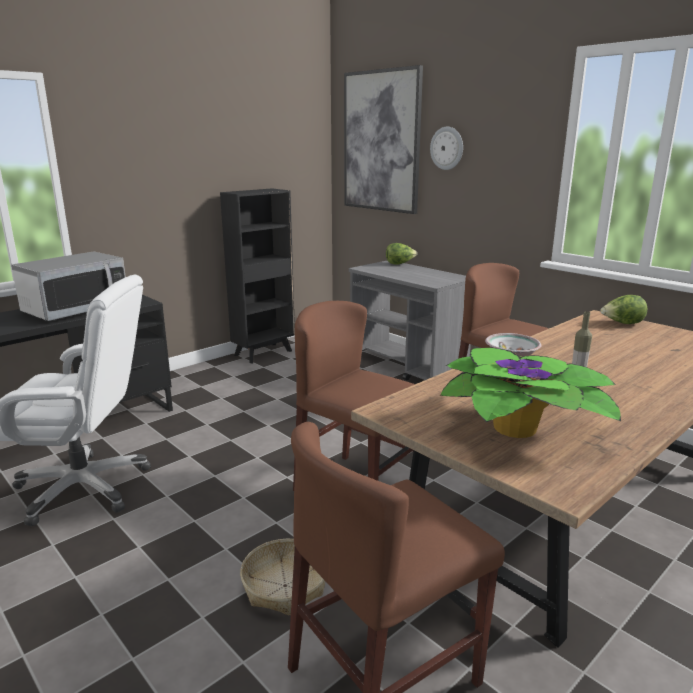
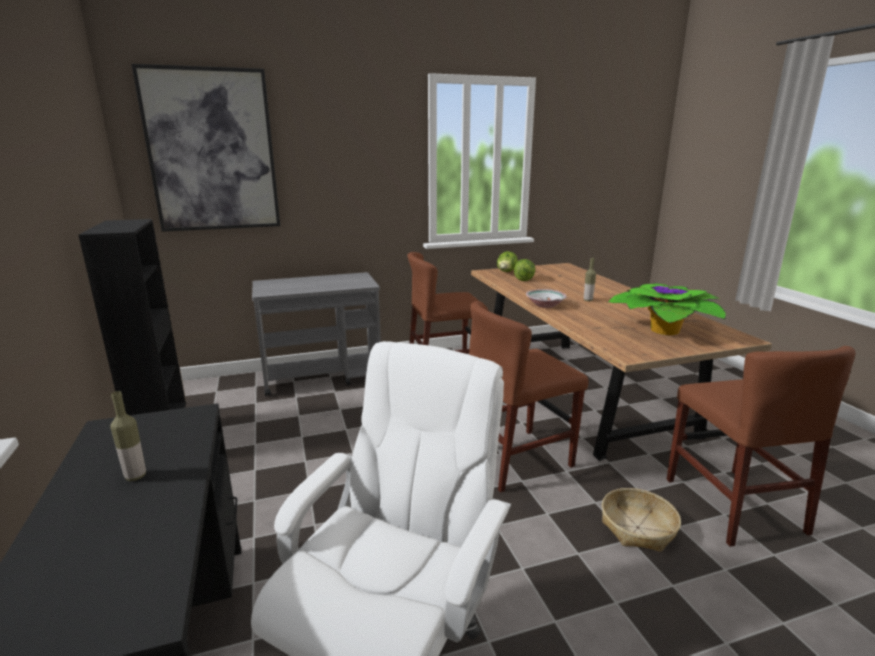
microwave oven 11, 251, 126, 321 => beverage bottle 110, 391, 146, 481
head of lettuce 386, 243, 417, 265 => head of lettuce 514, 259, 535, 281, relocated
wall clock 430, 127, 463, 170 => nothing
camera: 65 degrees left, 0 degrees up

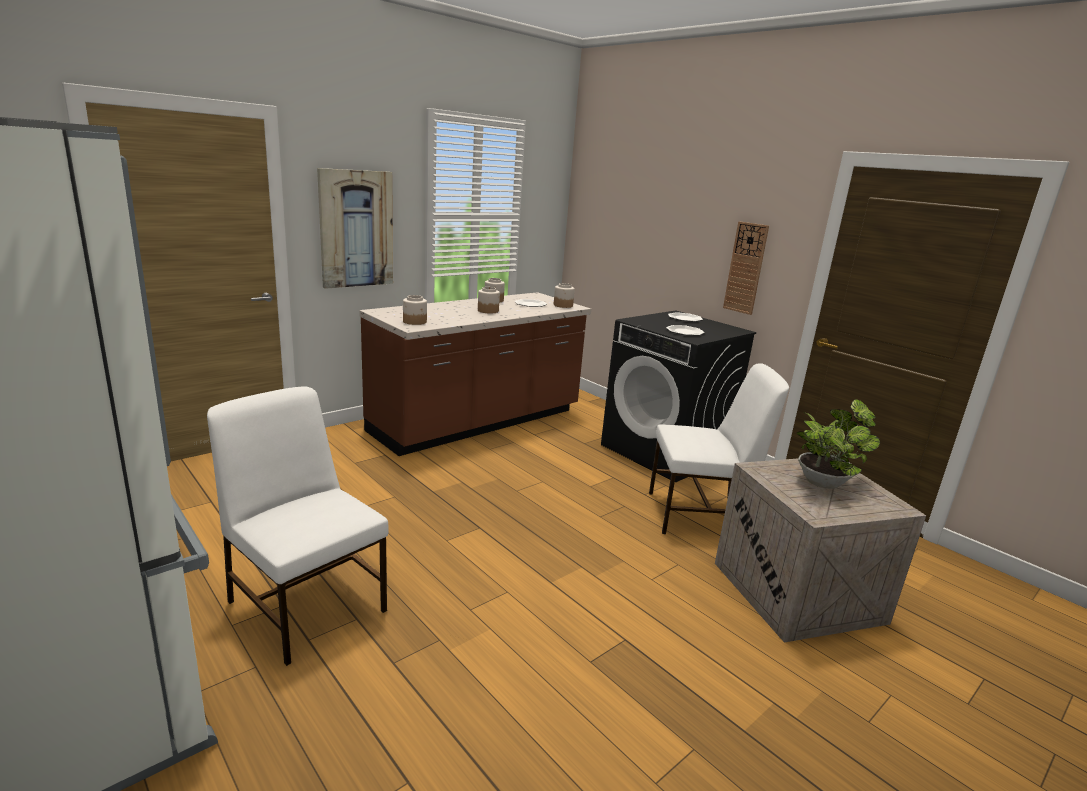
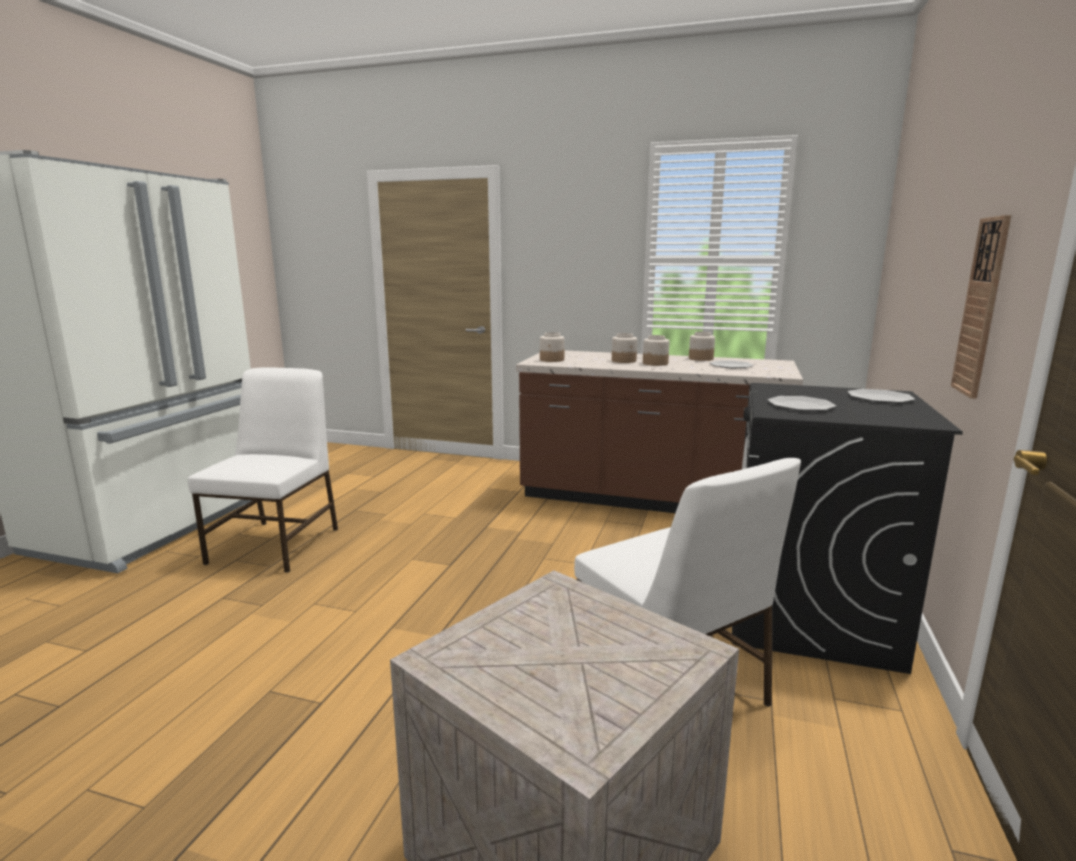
preserve jar 554, 283, 575, 308 => preserve jar 612, 333, 637, 363, relocated
wall art 317, 168, 393, 289 => nothing
potted plant 797, 399, 880, 489 => nothing
camera: 60 degrees right, 5 degrees down

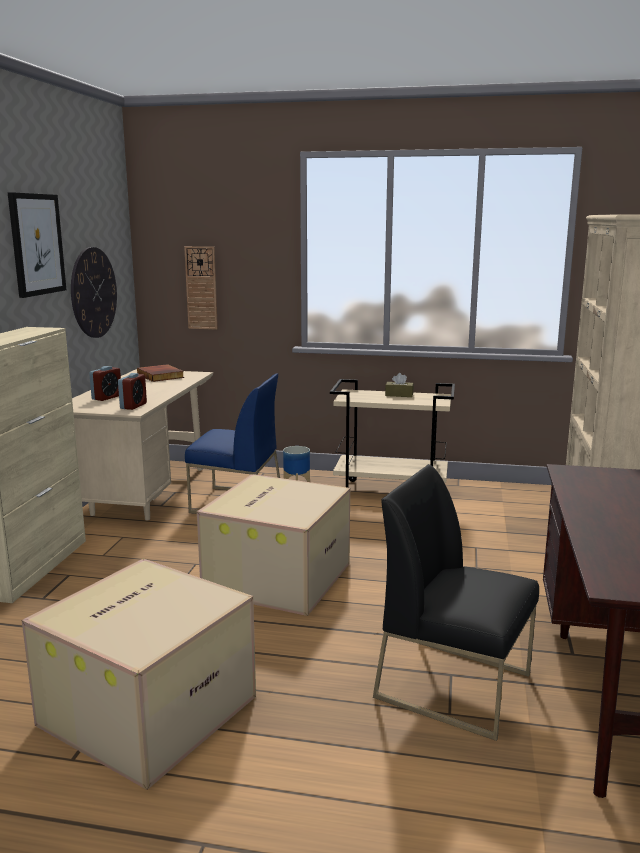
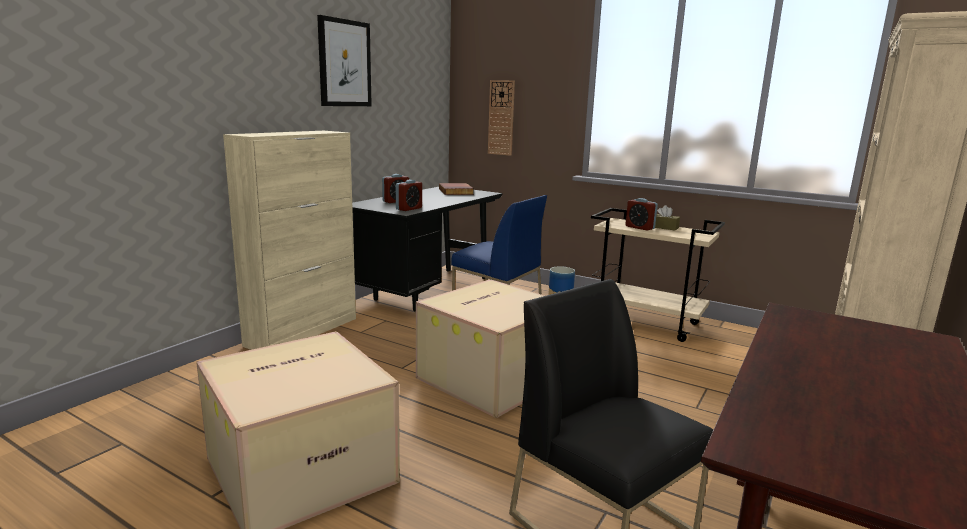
desk table in beige-coloured 72, 369, 213, 521 => desk table in black-coloured 352, 187, 503, 311
nothing => table clock 626, 198, 658, 231
wall clock 71, 247, 117, 338 => nothing
camera: 20 degrees right, 0 degrees up

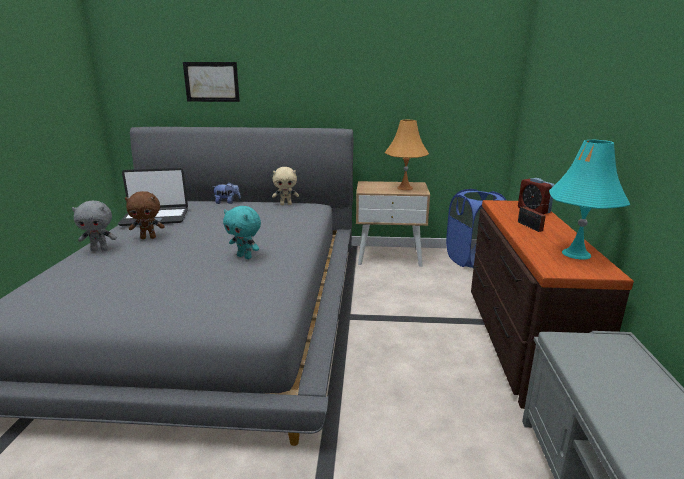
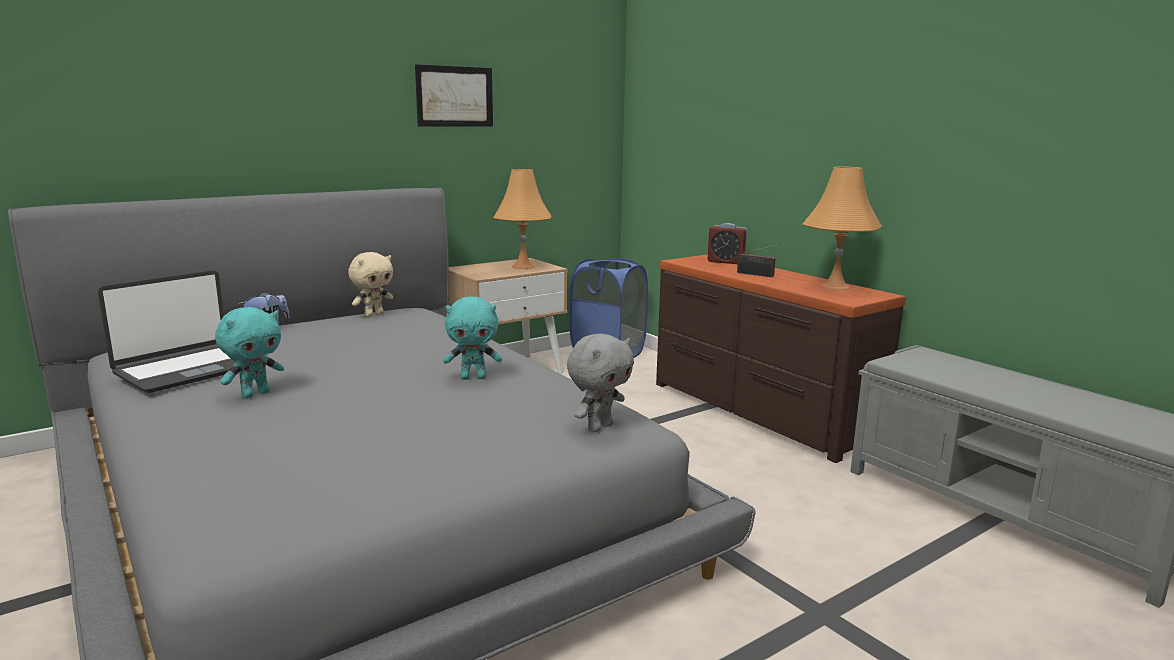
cuddly toy in brown-coloured 125, 191, 165, 239 => cuddly toy in turquoise-coloured 215, 307, 284, 398
wall art 183, 62, 240, 102 => wall art 415, 64, 493, 127, relocated
cuddly toy in greyish 72, 200, 117, 251 => cuddly toy in greyish 567, 334, 634, 432, relocated
lamp for a table in turquoise-coloured 549, 140, 631, 260 => lamp for a table in orangey 802, 167, 882, 291
camera: 40 degrees left, 5 degrees down

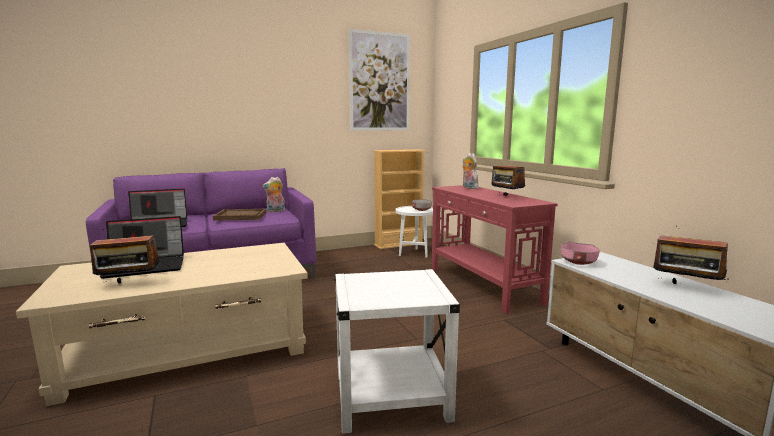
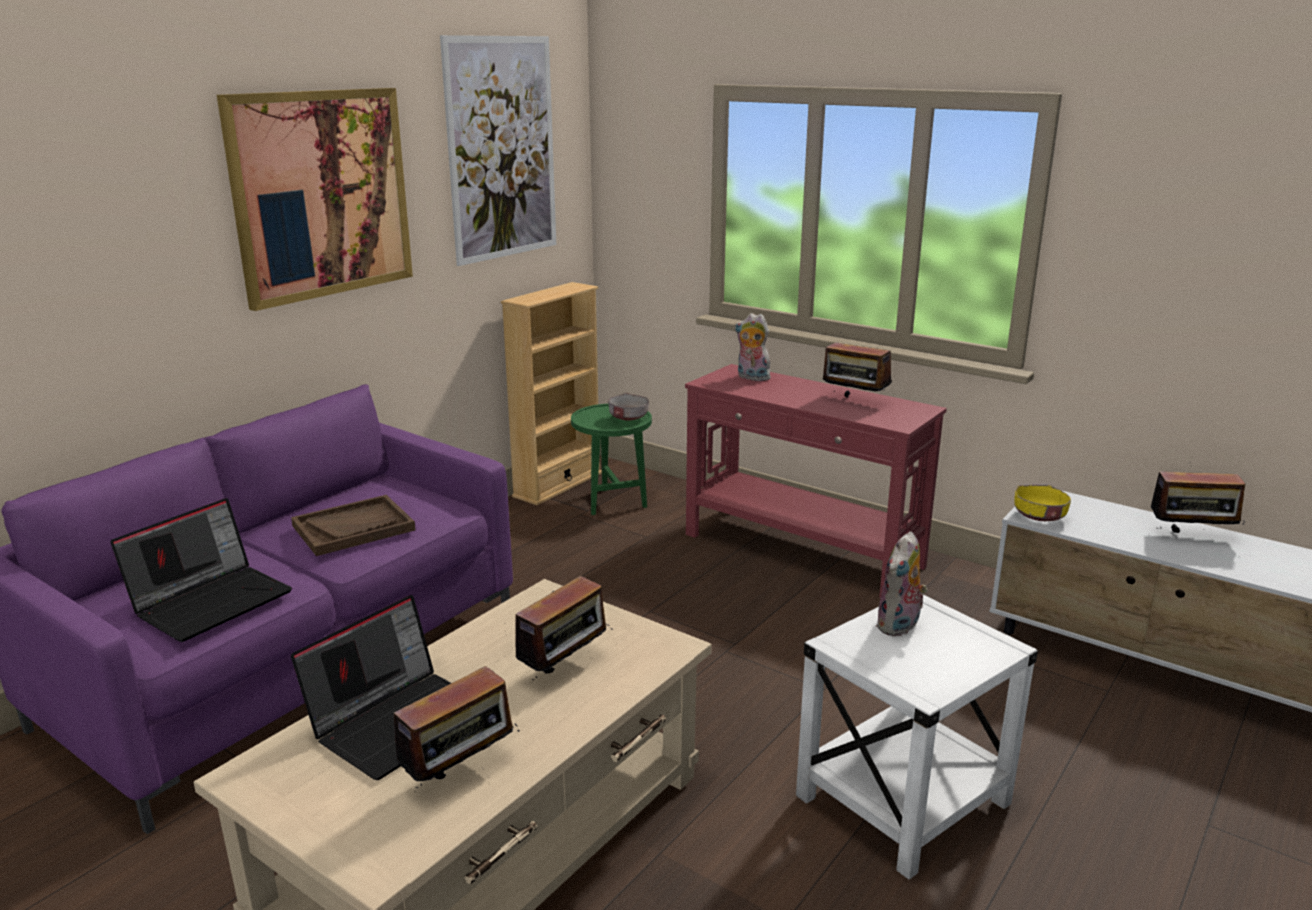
nothing => wall art 217, 88, 413, 311
nothing => radio set 515, 576, 613, 680
end table in white-coloured 395, 206, 433, 258 => end table in green-coloured 571, 404, 652, 515
cuddly toy 262, 177, 285, 212 => cuddly toy 876, 531, 928, 637, relocated
serving bowl in pink 561, 241, 600, 265 => serving bowl in yellowish 1014, 485, 1071, 521
camera: 30 degrees left, 10 degrees up

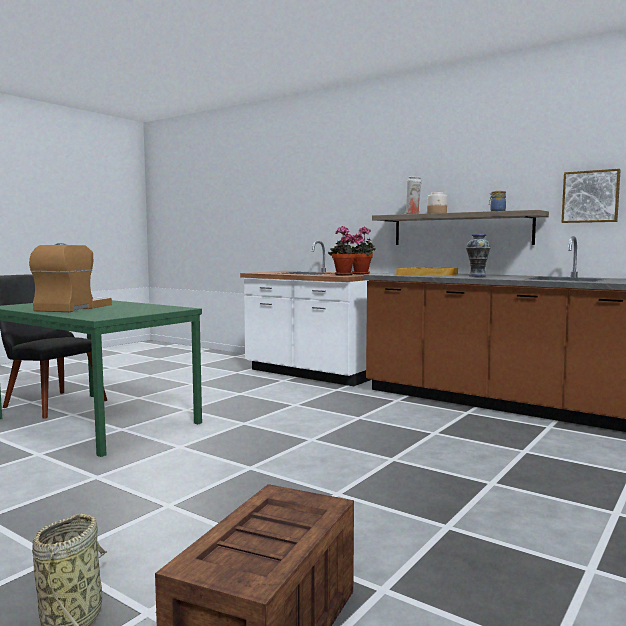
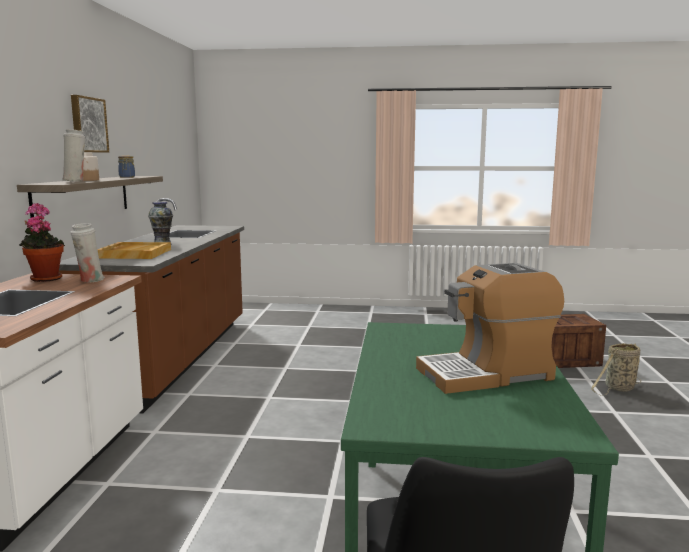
wall art 561, 169, 621, 223 => wall art 71, 95, 109, 152, relocated
potted plant 328, 226, 359, 275 => decorative vase in white-coloured 71, 223, 104, 282
camera: 120 degrees left, 5 degrees up

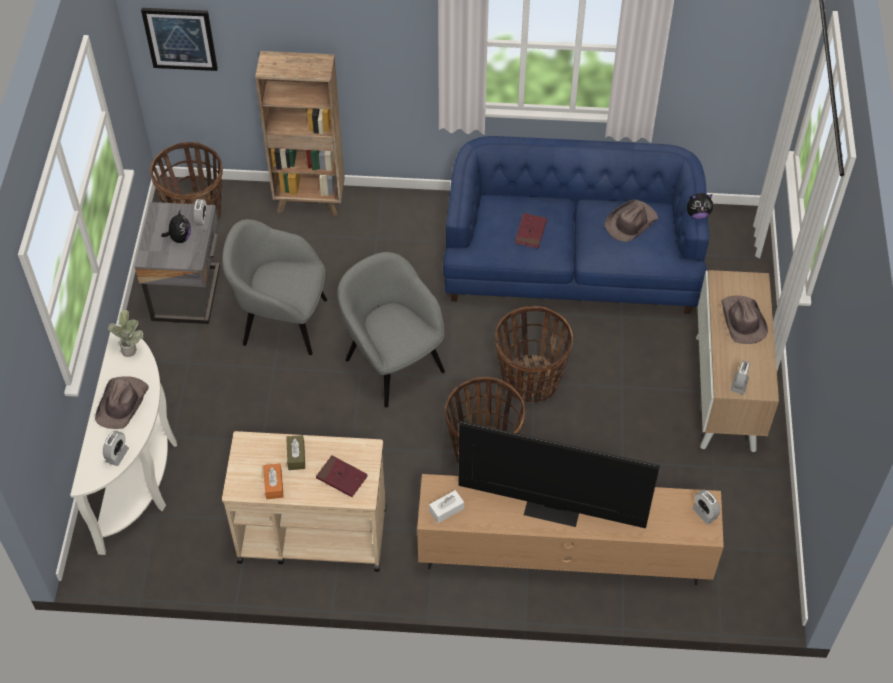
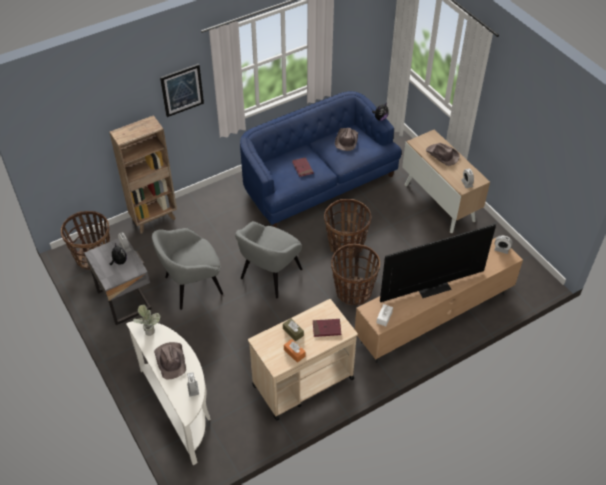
wall art 141, 8, 218, 71 => wall art 160, 64, 204, 117, relocated
armchair in greyish 337, 252, 445, 408 => armchair in greyish 235, 221, 302, 298, 75 degrees counterclockwise
camera: 35 degrees left, 5 degrees down

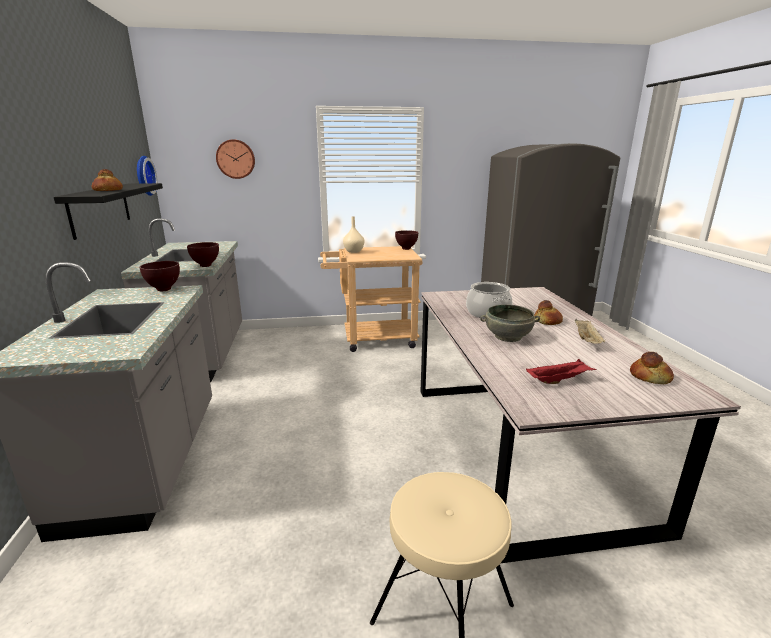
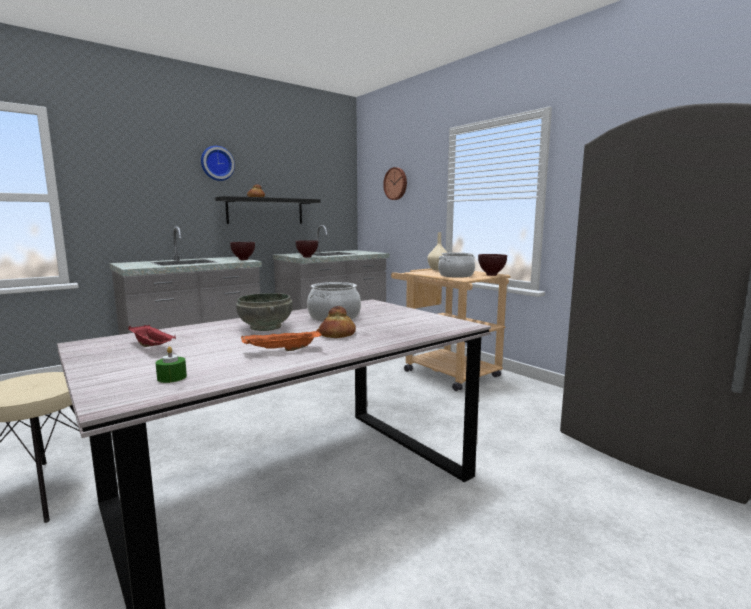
bread 630, 352, 674, 384 => candle in green-coloured 156, 346, 187, 383
wall clock 137, 156, 158, 196 => wall clock 201, 146, 235, 181, relocated
carrying tray in beige-coloured 575, 319, 606, 344 => carrying tray in orangey 241, 329, 322, 351
nothing => saucepot 438, 253, 475, 278
camera: 60 degrees right, 10 degrees down

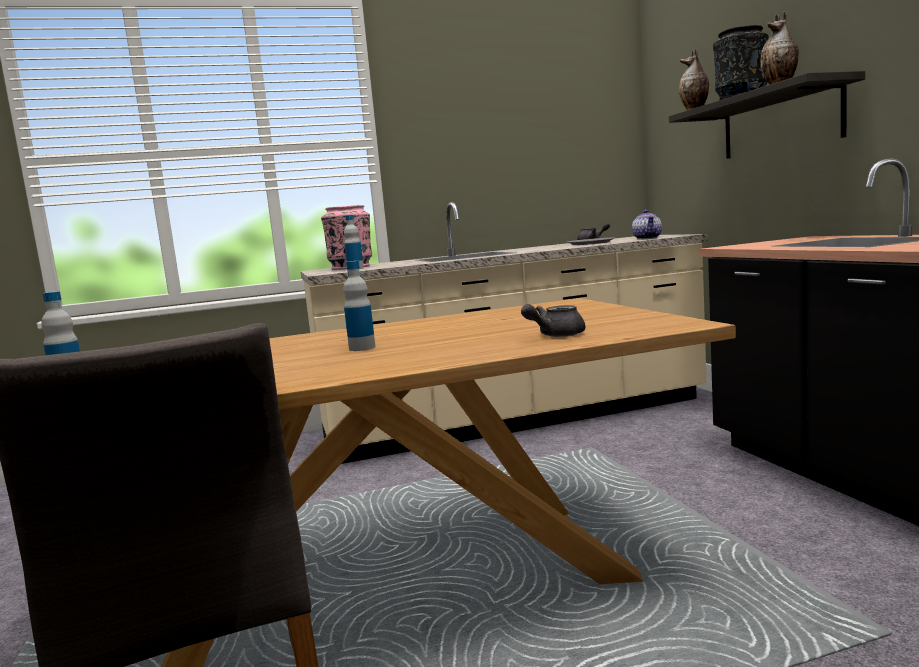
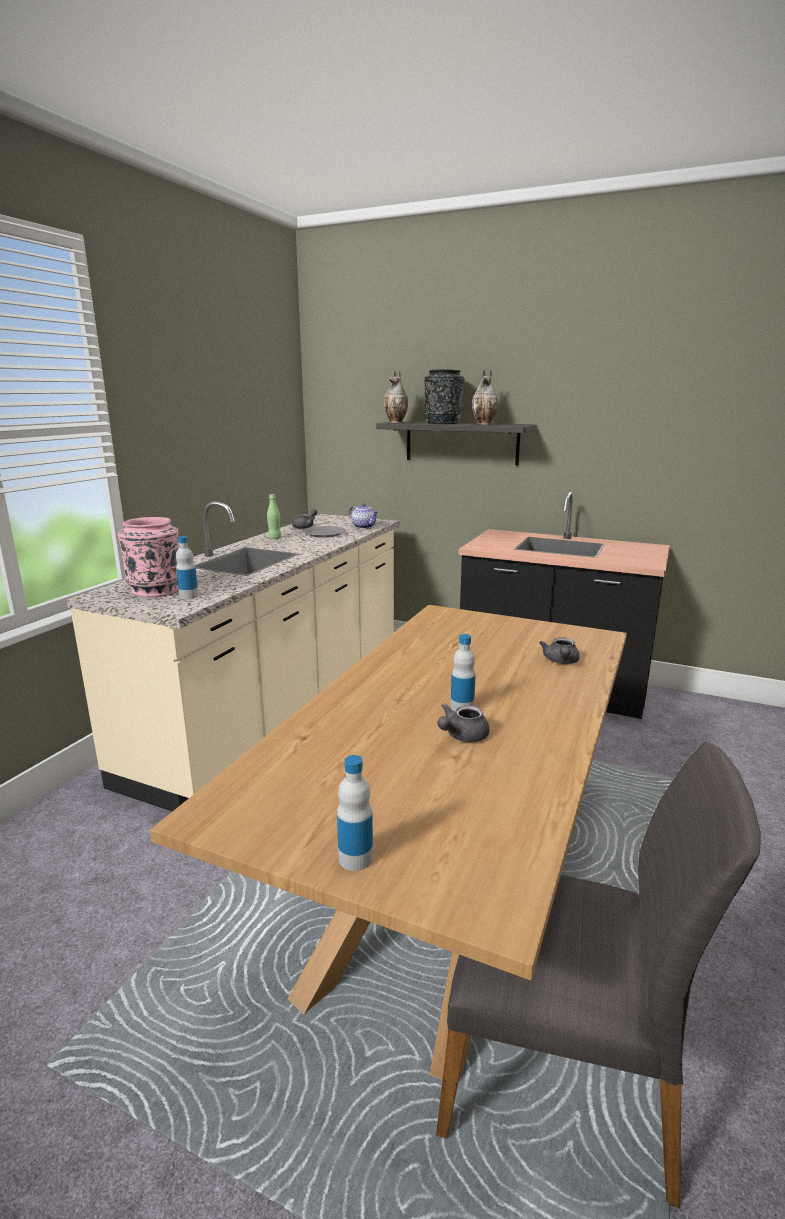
nothing => beverage bottle in green-coloured 267, 494, 281, 539
nothing => tea pot in greyish 437, 703, 490, 742
camera: 50 degrees left, 10 degrees up

